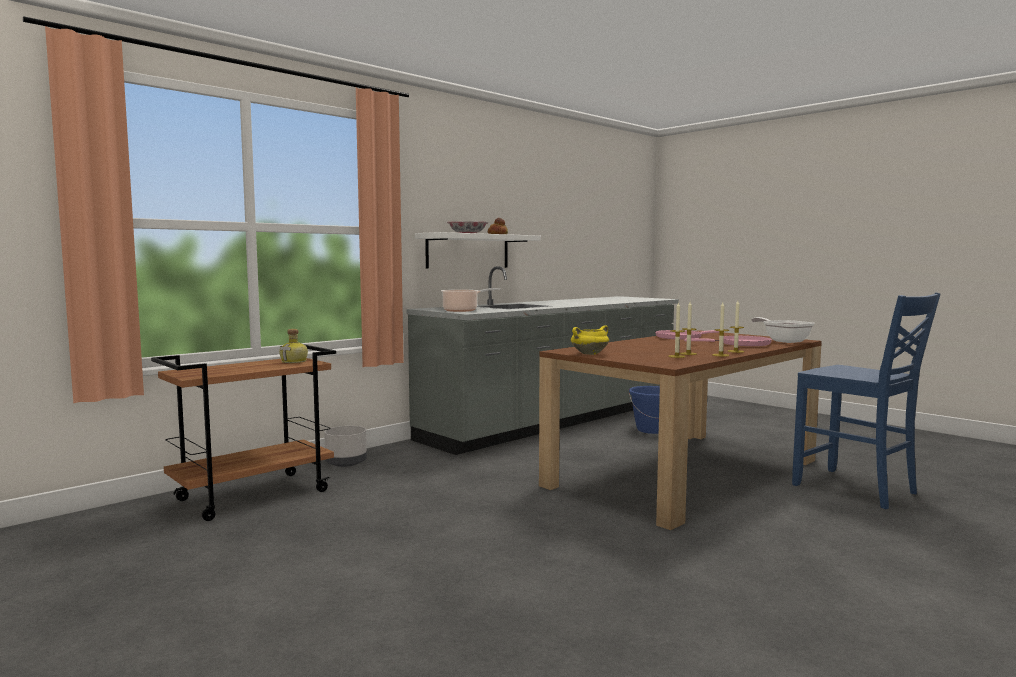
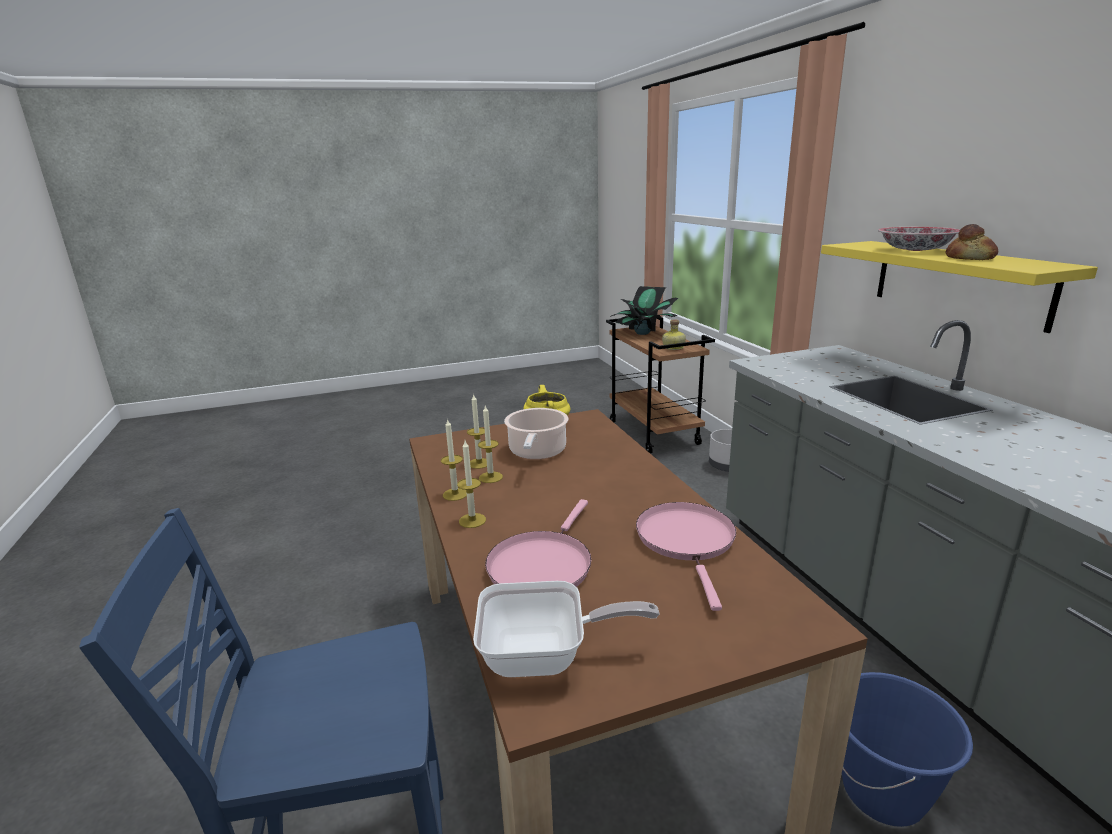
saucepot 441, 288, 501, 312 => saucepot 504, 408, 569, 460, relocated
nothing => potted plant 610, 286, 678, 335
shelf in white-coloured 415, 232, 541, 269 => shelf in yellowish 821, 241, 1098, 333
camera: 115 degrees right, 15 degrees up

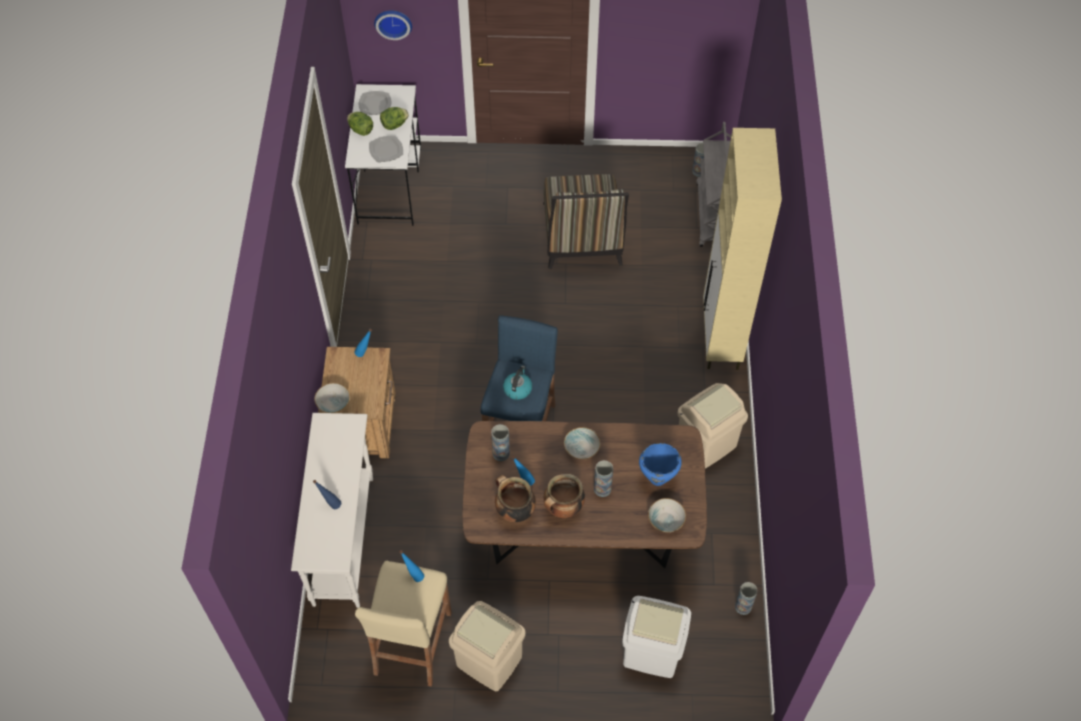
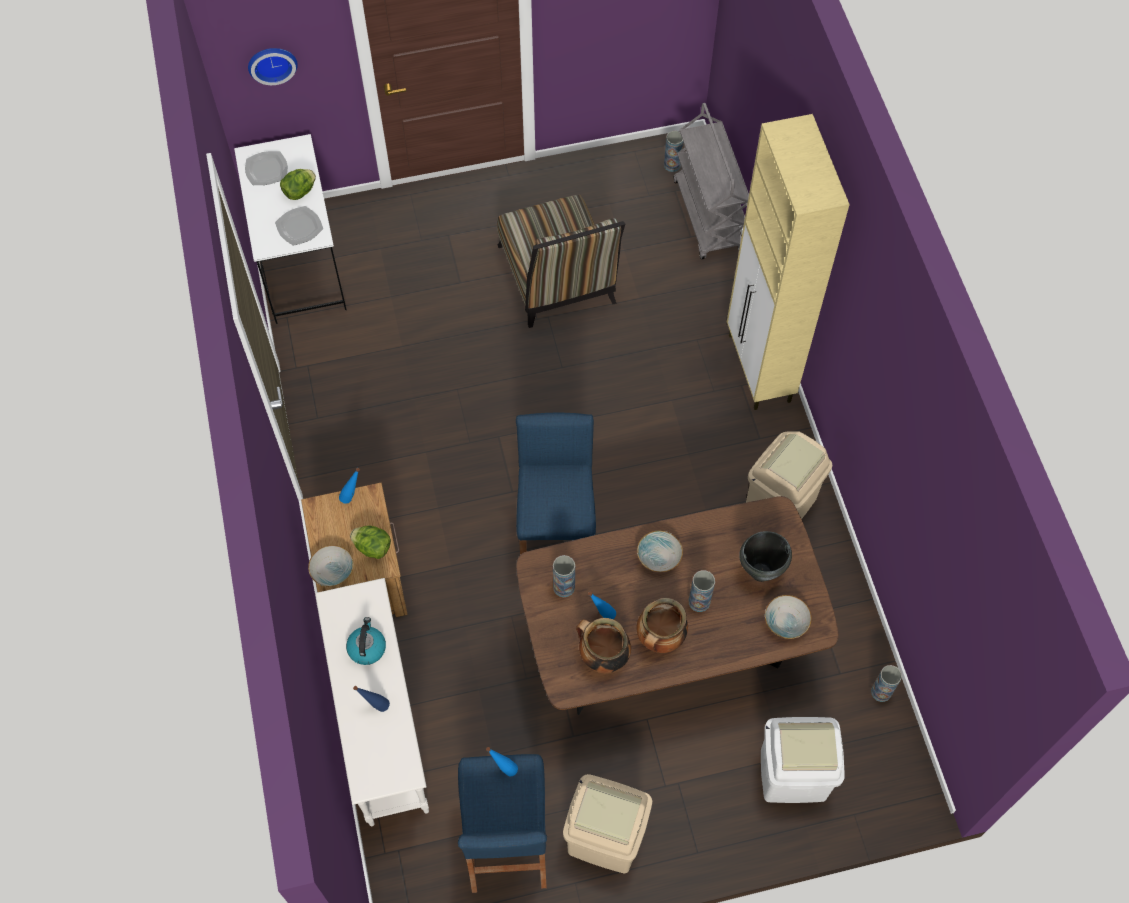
tea kettle 503, 365, 532, 400 => tea kettle 346, 617, 386, 665, relocated
head of lettuce 347, 112, 373, 136 => head of lettuce 350, 526, 391, 559, relocated
stool seat in beige-coloured 355, 561, 452, 687 => stool seat in blue-coloured 458, 754, 547, 893
saucepot in blue-coloured 639, 443, 682, 486 => saucepot in black-coloured 739, 531, 792, 582
camera: 15 degrees left, 5 degrees up

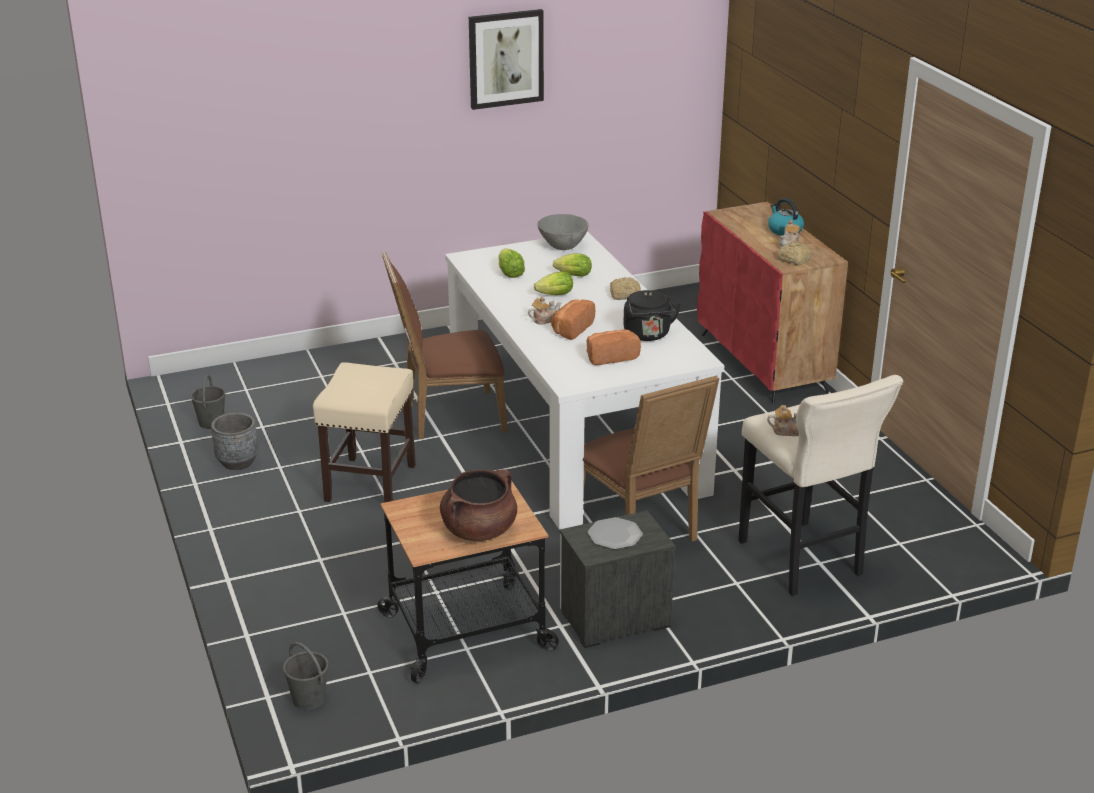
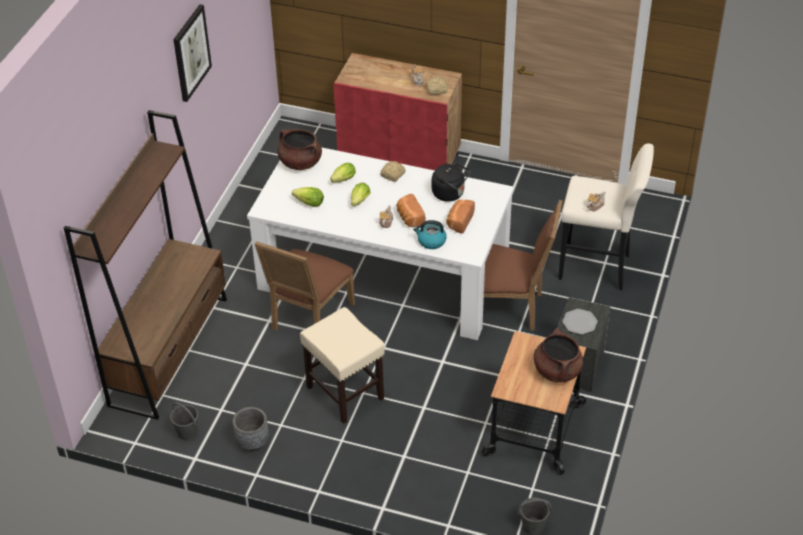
nothing => shelving unit in brown-coloured 63, 110, 227, 420
serving bowl in greyish 537, 214, 588, 250 => saucepot in brown-coloured 277, 129, 322, 170
tea kettle 768, 198, 804, 236 => tea kettle 413, 220, 447, 249, relocated
camera: 50 degrees left, 15 degrees up

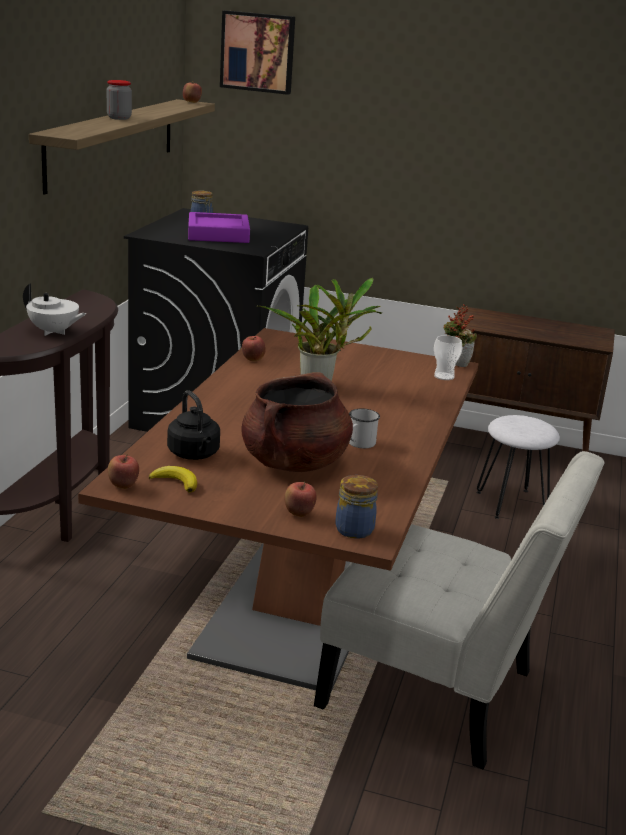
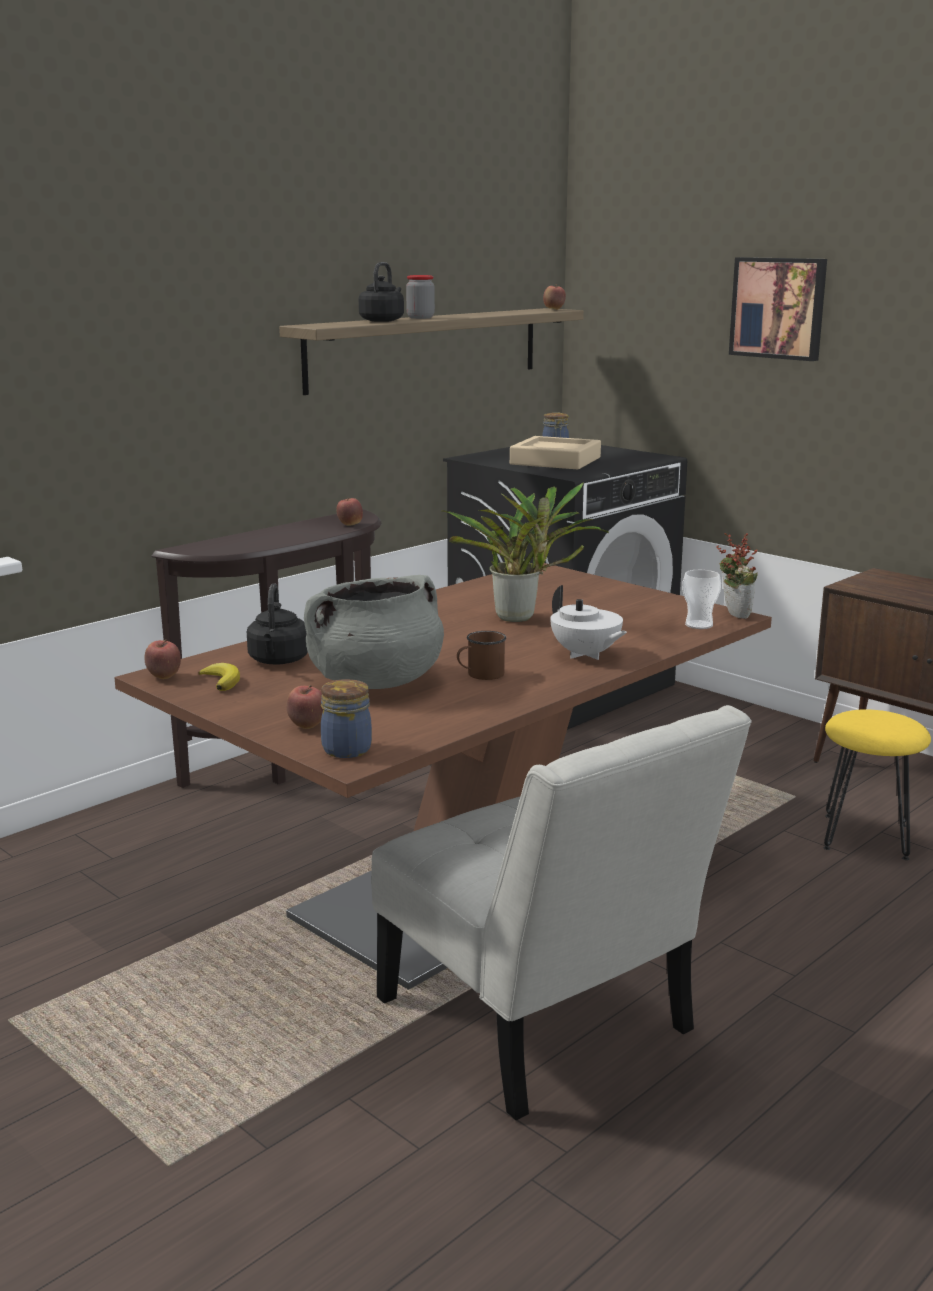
saucepot in brown-coloured 242, 372, 353, 472 => saucepot in greyish 304, 575, 444, 689
apple 242, 336, 266, 361 => apple 336, 498, 363, 526, relocated
nothing => tea kettle in black-coloured 359, 262, 404, 322
mug in white-coloured 349, 409, 380, 448 => mug in brown-coloured 457, 631, 506, 680
carrying tray in purple 188, 212, 250, 243 => carrying tray in beige-coloured 510, 436, 601, 469
tea pot in white-coloured 23, 283, 86, 336 => tea pot in white-coloured 550, 585, 627, 660, relocated
wall art 220, 10, 295, 95 => wall art 729, 257, 827, 361, relocated
stool seat in white-coloured 476, 415, 560, 519 => stool seat in yellowish 824, 709, 931, 860
camera: 30 degrees right, 5 degrees down

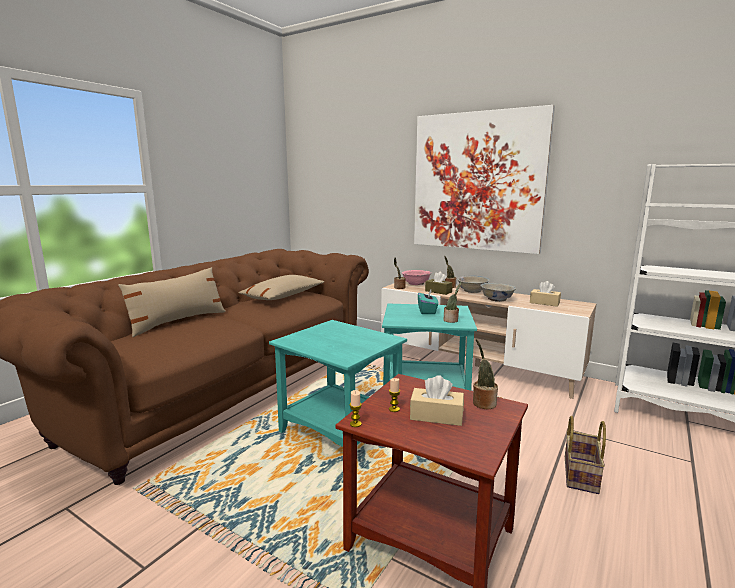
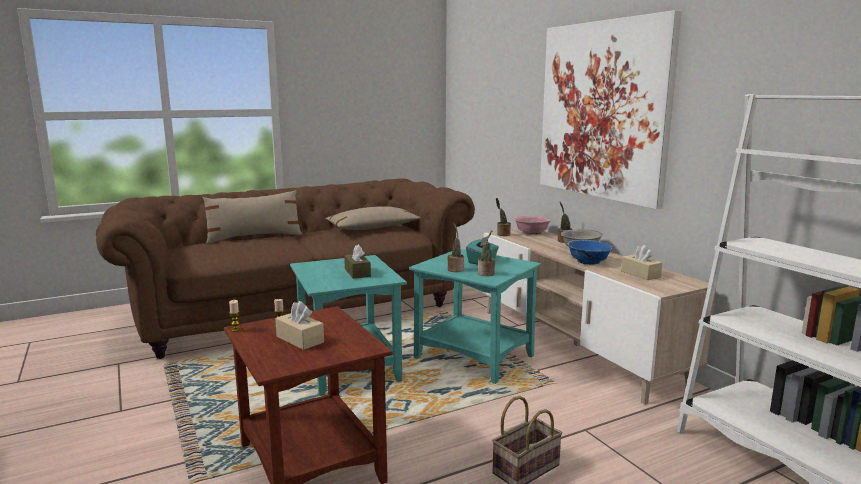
box of tissues in brown-coloured 425, 272, 453, 295 => box of tissues in brown-coloured 344, 244, 371, 279, relocated
potted plant 473, 339, 498, 409 => potted plant 447, 223, 464, 272, relocated
serving bowl in white-coloured 480, 283, 516, 302 => serving bowl in blue-coloured 567, 240, 613, 264
camera: 30 degrees right, 0 degrees up

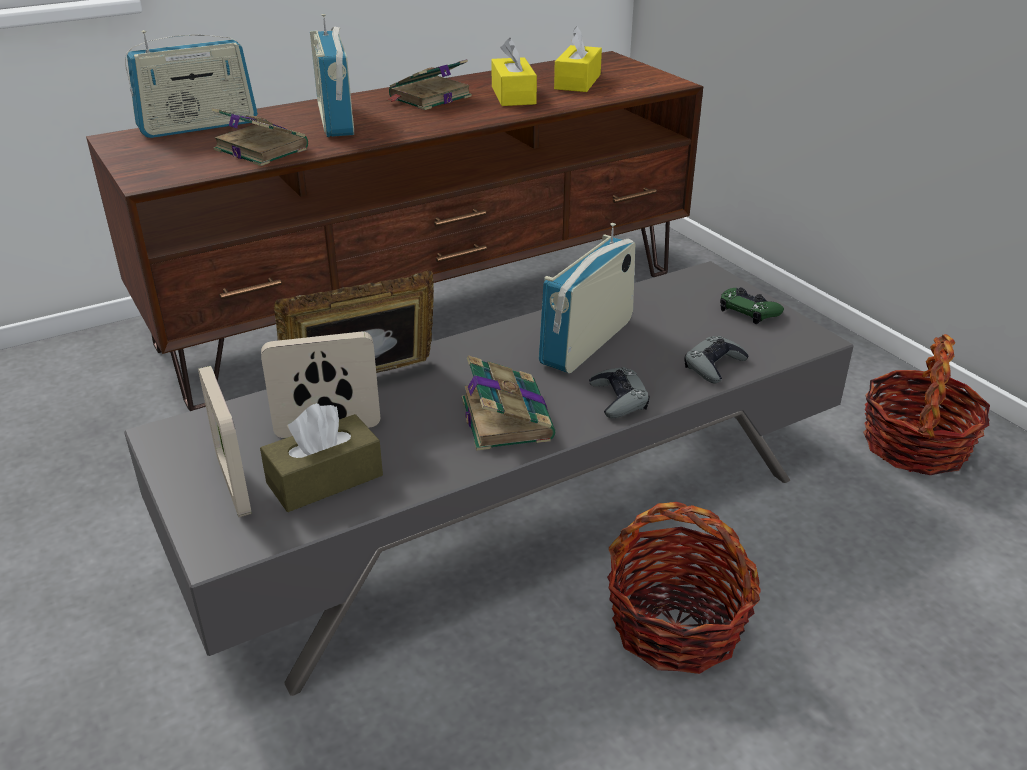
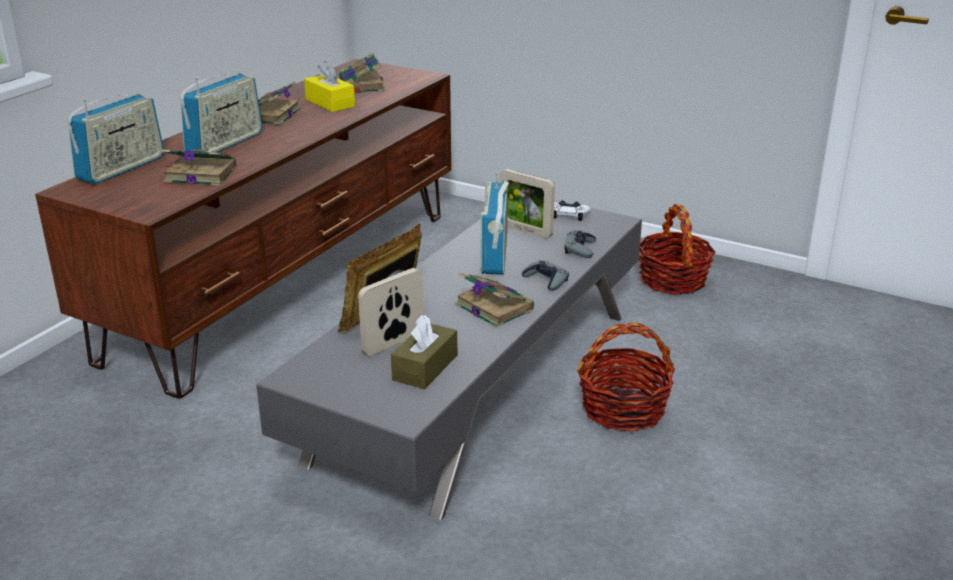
radio set 310, 14, 354, 137 => radio set 180, 73, 262, 152, 105 degrees counterclockwise
box of tissues in yellowish 554, 26, 602, 92 => bound book 339, 53, 385, 93
photo frame 198, 366, 252, 517 => photo frame 499, 169, 555, 238, relocated
gamepad in green-coloured 720, 287, 784, 324 => gamepad in white-coloured 554, 200, 591, 221
camera: 30 degrees left, 5 degrees down

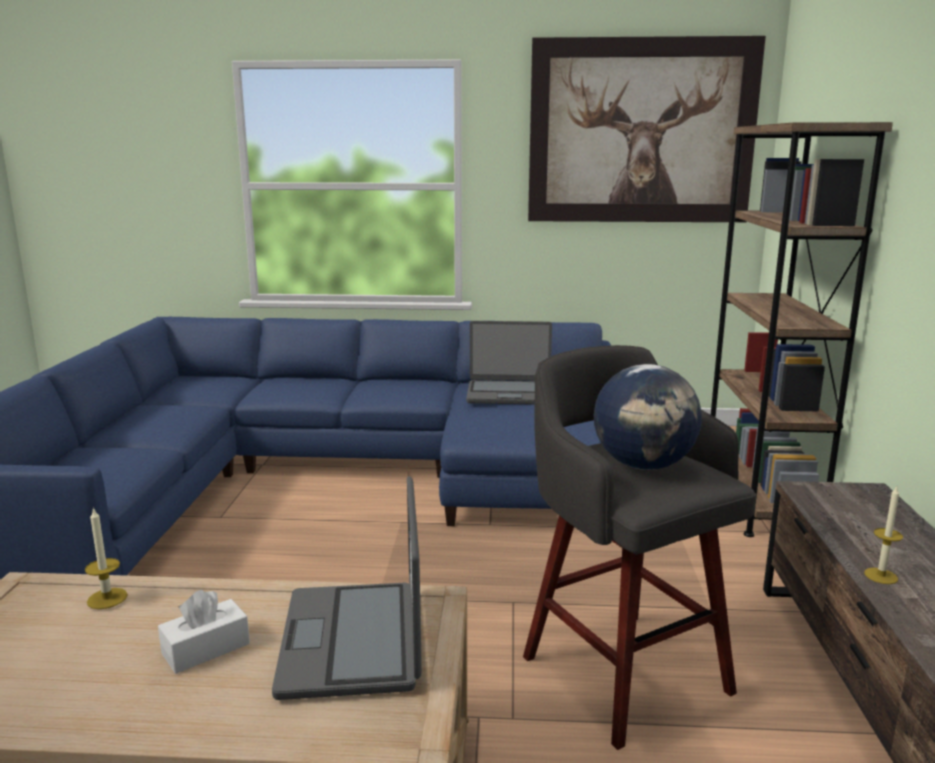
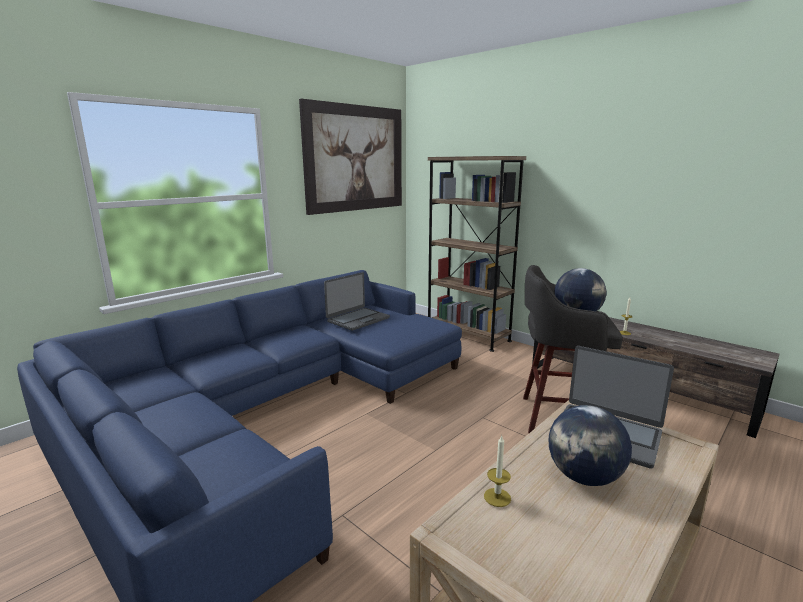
box of tissues in white-coloured 158, 590, 250, 674 => globe 549, 405, 632, 486
camera: 50 degrees left, 0 degrees up

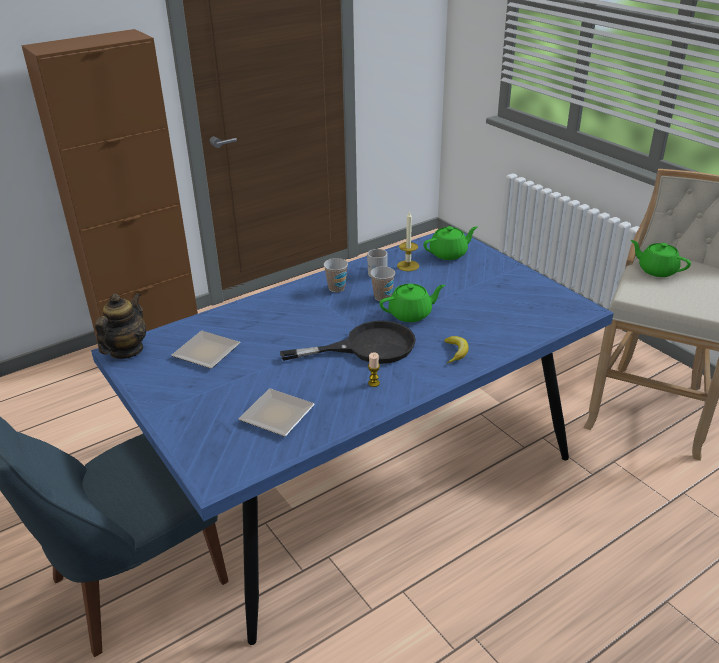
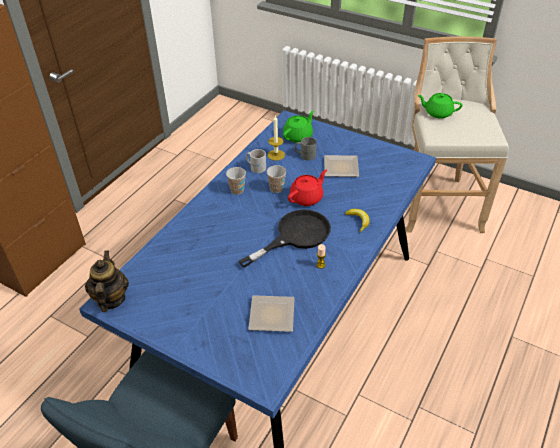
tea pot in green-coloured 379, 284, 445, 322 => tea pot in reddish 288, 170, 327, 206
nothing => mug in greyish 294, 137, 317, 161
plate 171, 331, 241, 369 => plate 324, 155, 359, 177, relocated
camera: 25 degrees left, 10 degrees up

